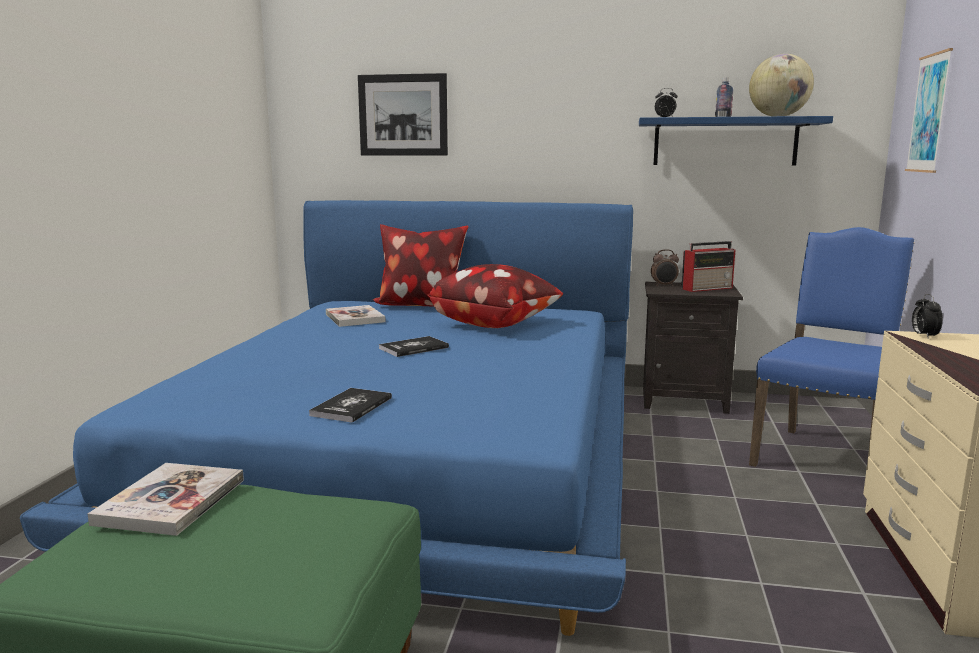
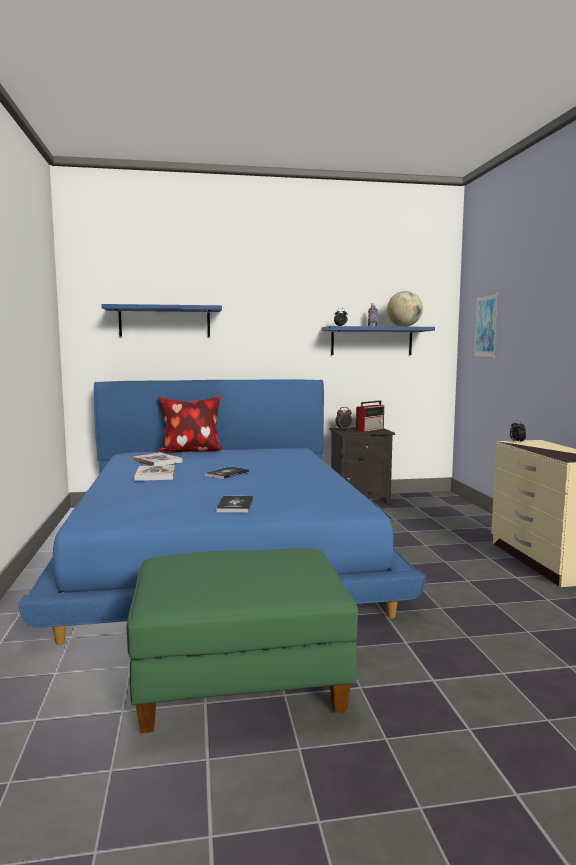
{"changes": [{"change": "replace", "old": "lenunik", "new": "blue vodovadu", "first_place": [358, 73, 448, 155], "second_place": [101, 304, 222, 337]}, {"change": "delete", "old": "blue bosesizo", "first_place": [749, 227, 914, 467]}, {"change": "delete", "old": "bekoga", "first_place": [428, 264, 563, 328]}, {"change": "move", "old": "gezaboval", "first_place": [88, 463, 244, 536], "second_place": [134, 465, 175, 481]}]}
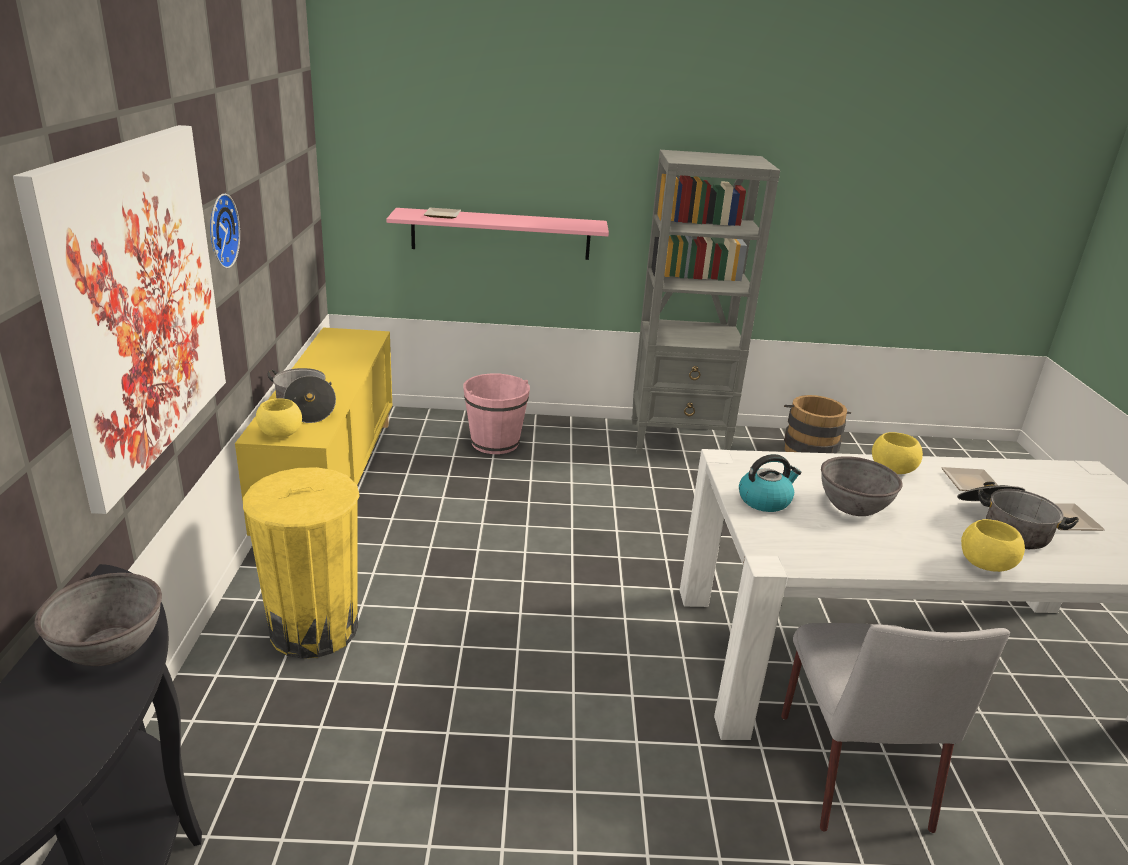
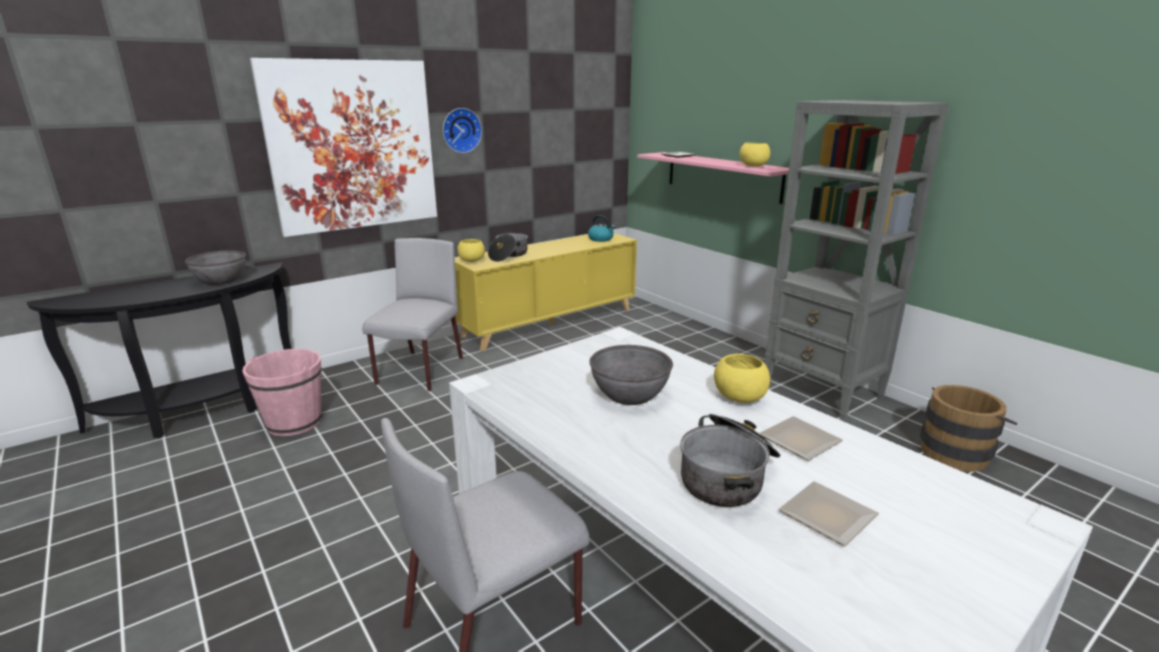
{"changes": [{"change": "move", "old": "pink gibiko", "first_place": [463, 373, 530, 454], "second_place": [243, 349, 322, 436]}, {"change": "move", "old": "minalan", "first_place": [739, 454, 801, 512], "second_place": [588, 215, 615, 242]}, {"change": "replace", "old": "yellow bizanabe", "new": "grey bosesizo", "first_place": [243, 467, 359, 659], "second_place": [362, 238, 463, 391]}, {"change": "move", "old": "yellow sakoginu", "first_place": [961, 519, 1025, 572], "second_place": [740, 143, 770, 167]}]}
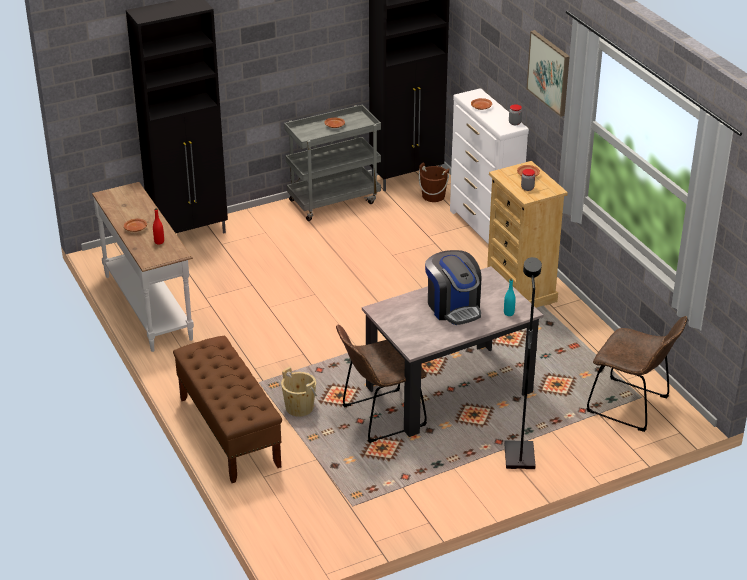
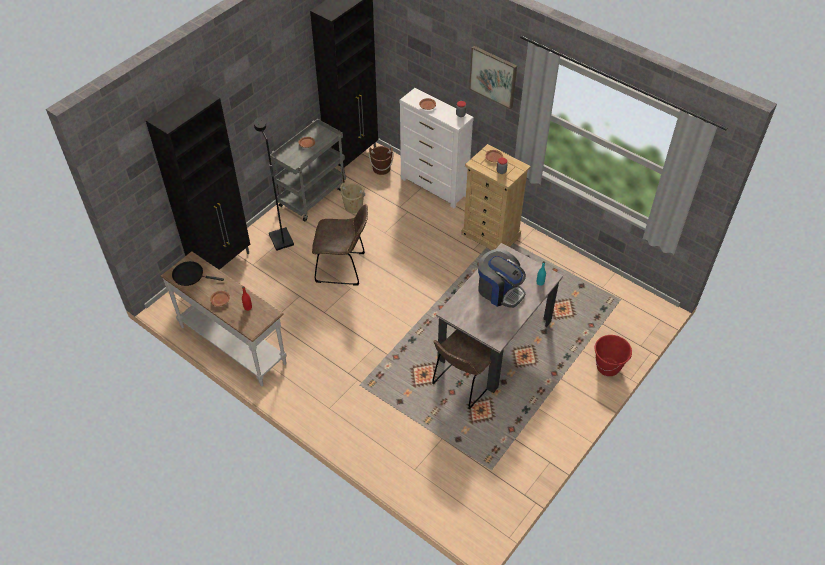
{"changes": [{"change": "move", "old": "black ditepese", "first_place": [504, 257, 542, 469], "second_place": [254, 117, 294, 251]}, {"change": "move", "old": "brown bosesizo", "first_place": [587, 316, 688, 432], "second_place": [312, 204, 368, 286]}, {"change": "delete", "old": "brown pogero", "first_place": [173, 336, 282, 483]}, {"change": "move", "old": "beige gibiko", "first_place": [281, 367, 317, 417], "second_place": [340, 183, 365, 213]}, {"change": "insert", "new": "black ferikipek", "second_place": [172, 261, 224, 286]}, {"change": "insert", "new": "red gibiko", "second_place": [595, 335, 632, 376]}]}
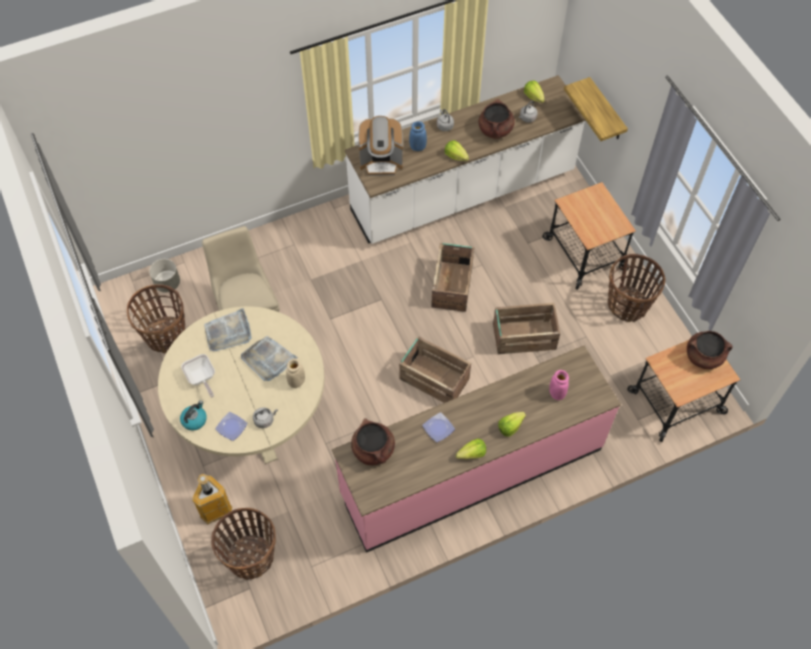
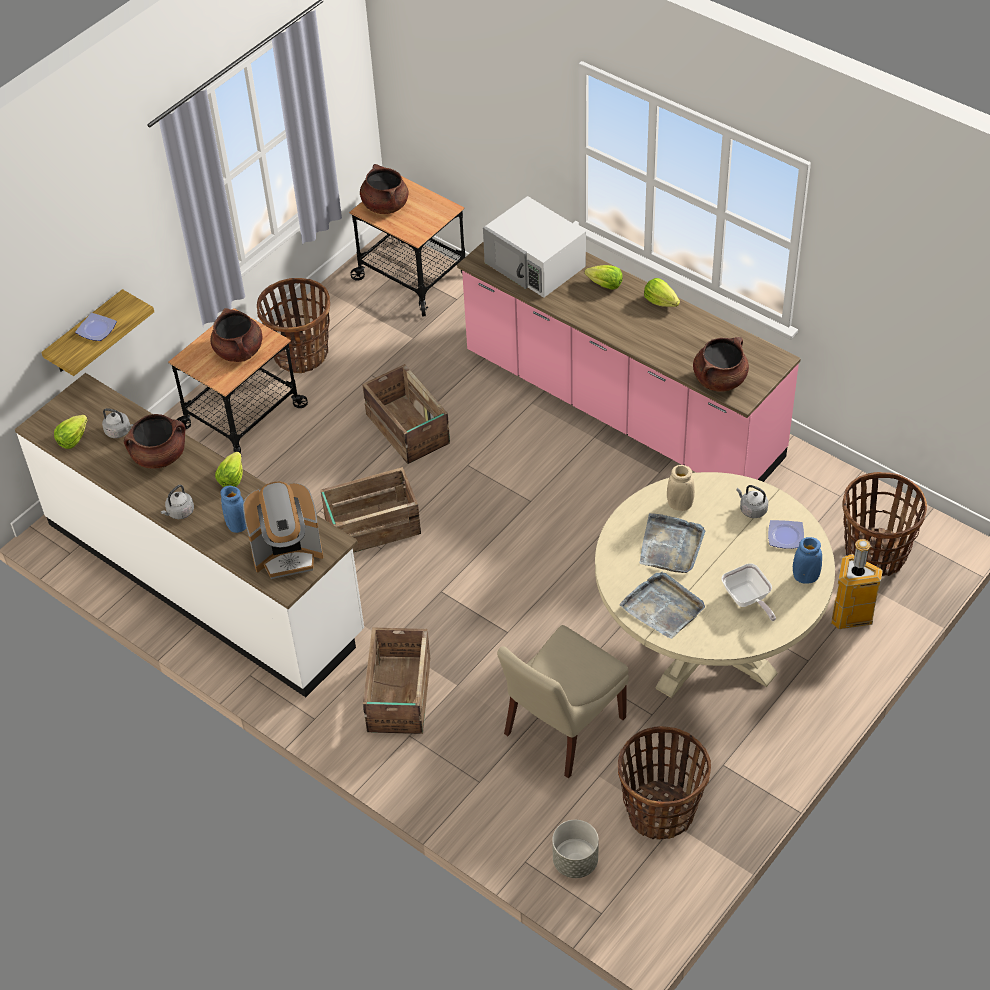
{"changes": [{"change": "rotate", "old": "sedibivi", "first_place": [358, 116, 403, 176], "second_place": [243, 481, 323, 579], "degrees": 105}, {"change": "move", "old": "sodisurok", "first_place": [399, 336, 471, 403], "second_place": [363, 627, 430, 734]}, {"change": "rotate", "old": "ferikipek", "first_place": [181, 354, 215, 397], "second_place": [721, 563, 776, 621], "degrees": 120}, {"change": "replace", "old": "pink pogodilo", "new": "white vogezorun", "first_place": [549, 370, 569, 400], "second_place": [483, 196, 586, 298]}, {"change": "replace", "old": "minalan", "new": "blue pogodilo", "first_place": [180, 401, 207, 431], "second_place": [793, 537, 822, 584]}, {"change": "move", "old": "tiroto", "first_place": [422, 412, 455, 442], "second_place": [75, 313, 117, 341]}, {"change": "insert", "new": "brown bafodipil", "second_place": [211, 308, 262, 362]}]}
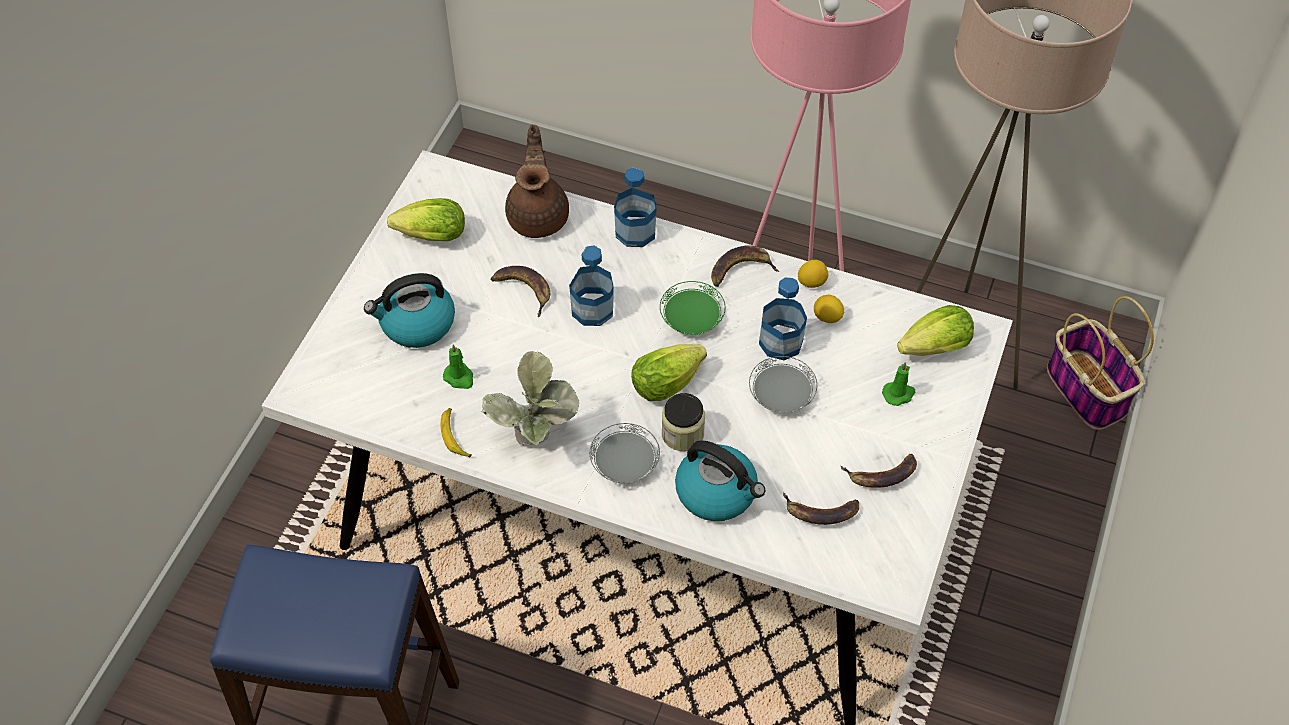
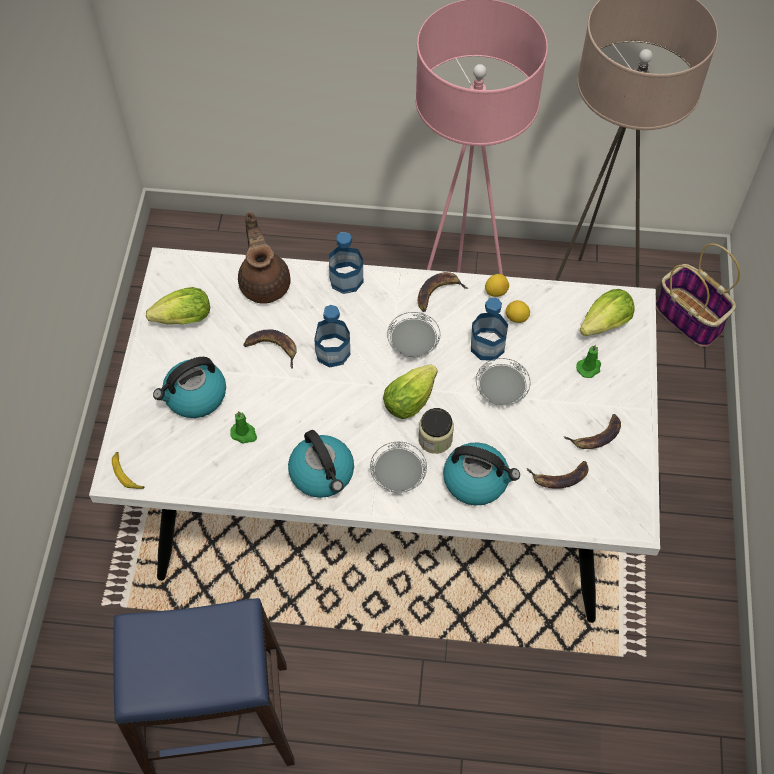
{"changes": [{"change": "recolor", "old": "green tiroto", "new": "grey tiroto", "first_place": [660, 281, 725, 335], "second_place": [387, 312, 440, 357]}, {"change": "replace", "old": "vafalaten", "new": "minalan", "first_place": [481, 351, 579, 445], "second_place": [288, 430, 354, 498]}, {"change": "move", "old": "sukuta", "first_place": [441, 408, 472, 457], "second_place": [112, 452, 144, 489]}]}
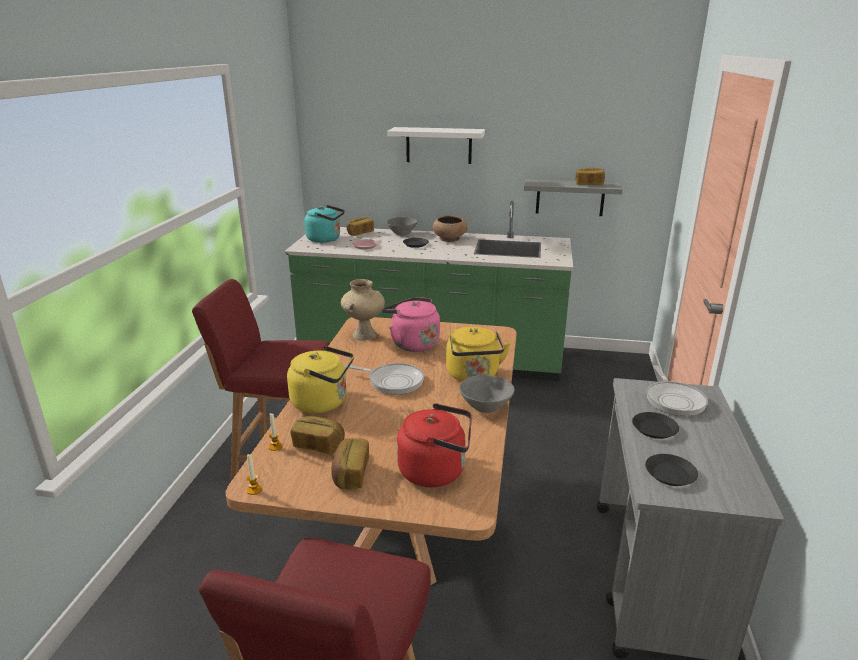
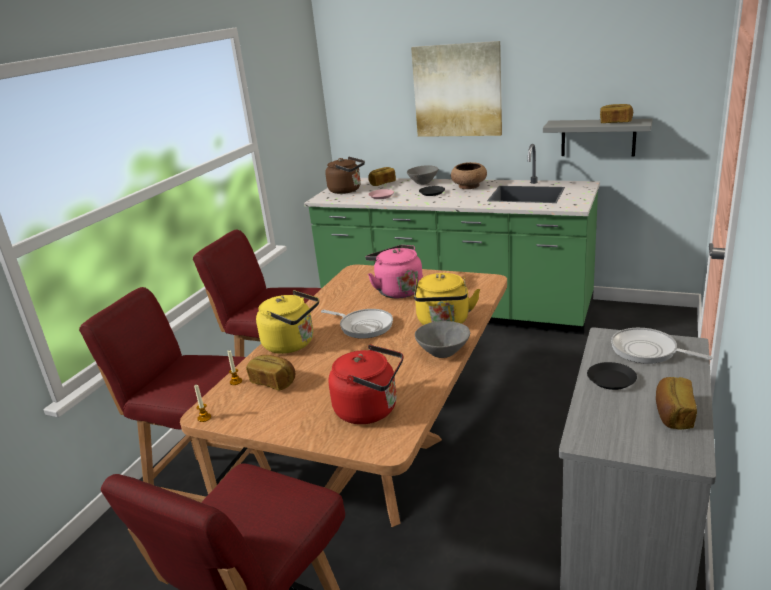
{"changes": [{"change": "replace", "old": "white vodovadu", "new": "lenunik", "first_place": [387, 127, 485, 164], "second_place": [411, 41, 502, 137]}, {"change": "recolor", "old": "turquoise minalan", "new": "brown minalan", "first_place": [304, 205, 345, 243], "second_place": [325, 156, 365, 194]}, {"change": "delete", "old": "beige pogodilo", "first_place": [341, 279, 385, 340]}, {"change": "rotate", "old": "ferikipek", "first_place": [647, 365, 708, 416], "second_place": [611, 328, 713, 364], "degrees": 120}, {"change": "move", "old": "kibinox", "first_place": [331, 438, 369, 490], "second_place": [656, 377, 697, 430]}, {"change": "delete", "old": "black tiroto", "first_place": [645, 454, 698, 486]}, {"change": "insert", "new": "red bosesizo", "second_place": [79, 287, 271, 502]}]}
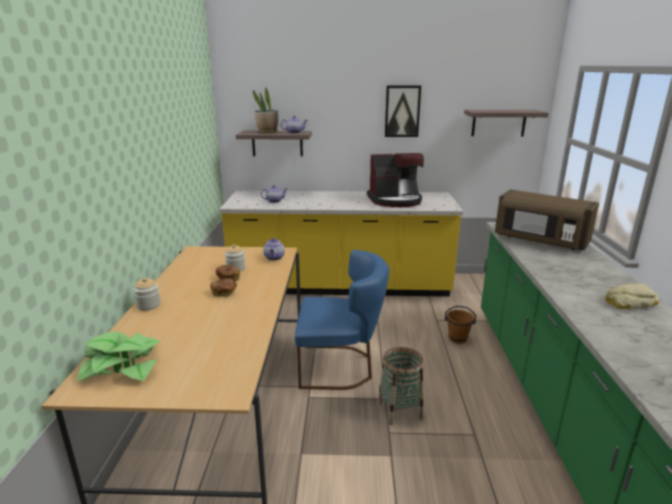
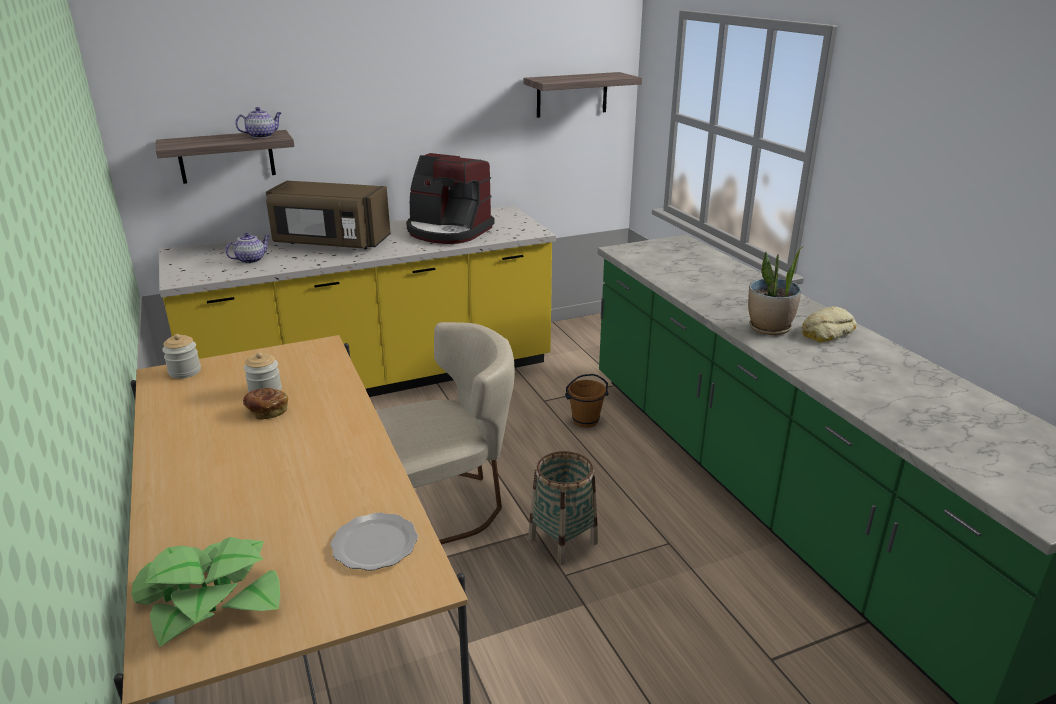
{"changes": [{"change": "delete", "old": "lenunik", "first_place": [385, 85, 421, 137]}, {"change": "move", "old": "vafalaten", "first_place": [253, 88, 278, 133], "second_place": [748, 246, 804, 335]}, {"change": "rotate", "old": "sedibivi", "first_place": [367, 153, 424, 207], "second_place": [406, 153, 495, 244], "degrees": 60}, {"change": "move", "old": "brown vogezorun", "first_place": [495, 189, 599, 250], "second_place": [266, 181, 391, 249]}, {"change": "delete", "old": "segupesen", "first_place": [263, 238, 285, 261]}, {"change": "recolor", "old": "blue bosesizo", "new": "beige bosesizo", "first_place": [295, 250, 389, 390], "second_place": [376, 322, 515, 545]}, {"change": "move", "old": "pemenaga", "first_place": [134, 278, 161, 311], "second_place": [162, 334, 201, 379]}, {"change": "delete", "old": "kibinox", "first_place": [210, 279, 237, 297]}, {"change": "insert", "new": "tiroto", "second_place": [330, 513, 418, 571]}]}
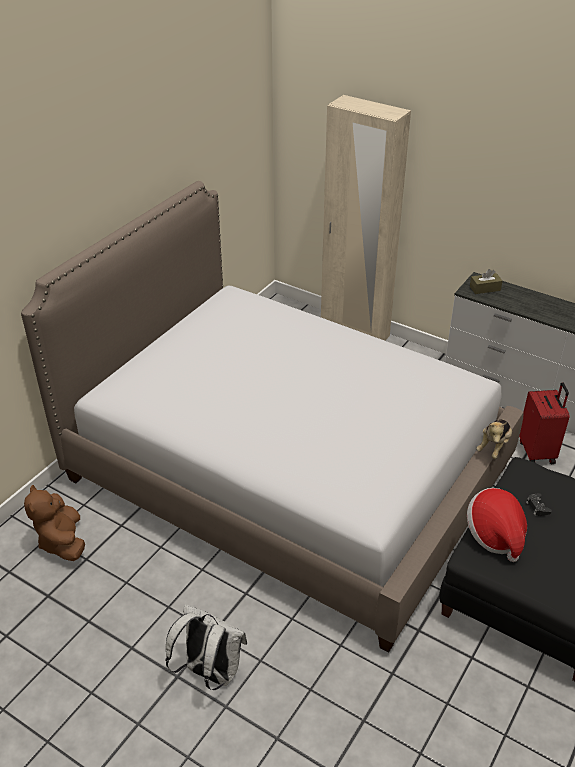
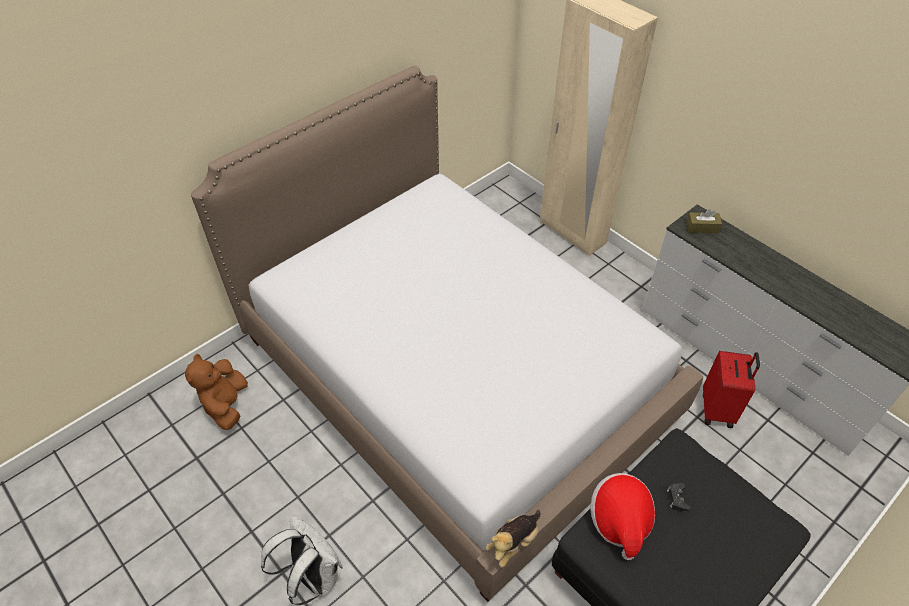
{"changes": [{"change": "move", "old": "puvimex", "first_place": [476, 419, 512, 459], "second_place": [486, 510, 541, 568]}]}
